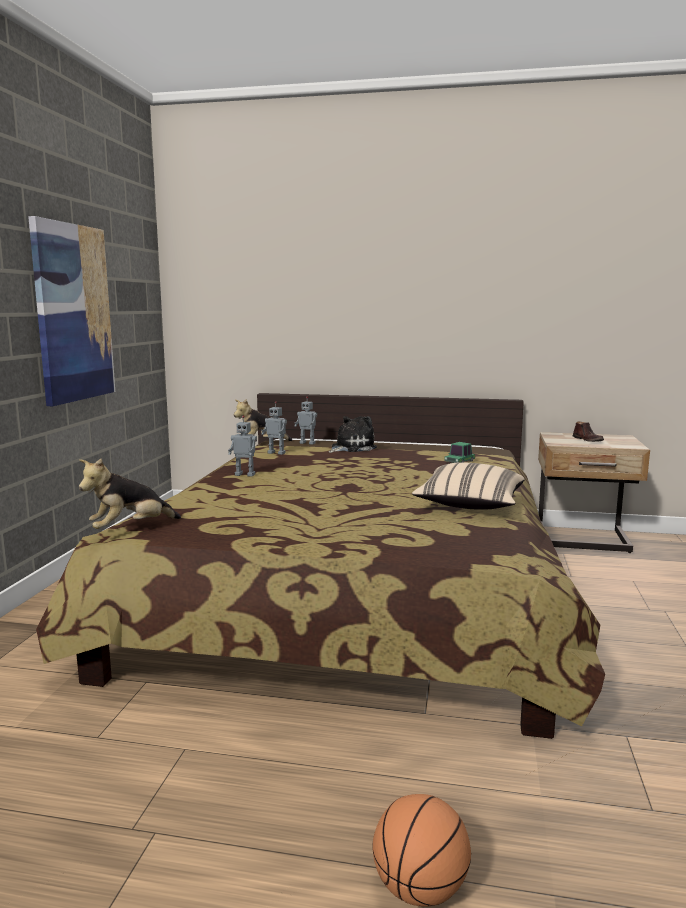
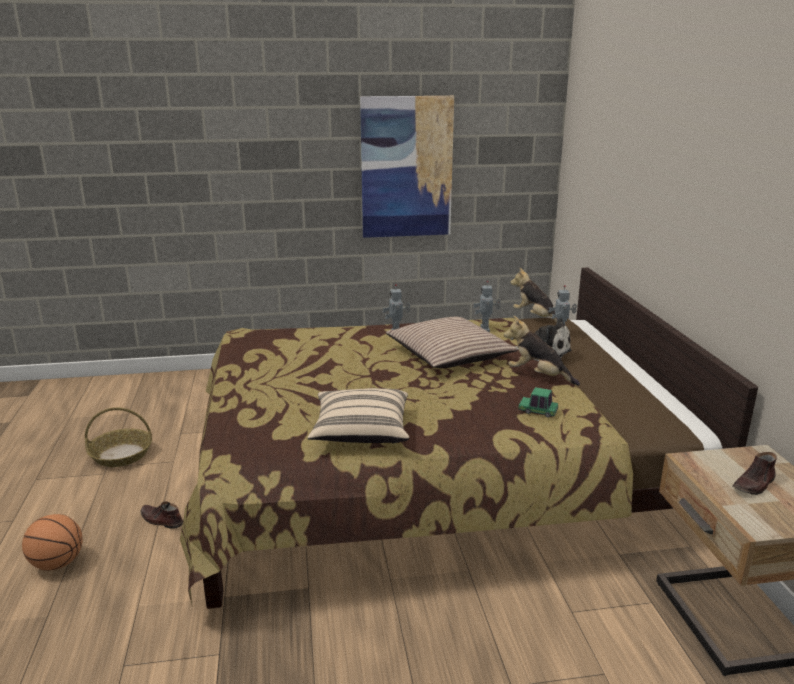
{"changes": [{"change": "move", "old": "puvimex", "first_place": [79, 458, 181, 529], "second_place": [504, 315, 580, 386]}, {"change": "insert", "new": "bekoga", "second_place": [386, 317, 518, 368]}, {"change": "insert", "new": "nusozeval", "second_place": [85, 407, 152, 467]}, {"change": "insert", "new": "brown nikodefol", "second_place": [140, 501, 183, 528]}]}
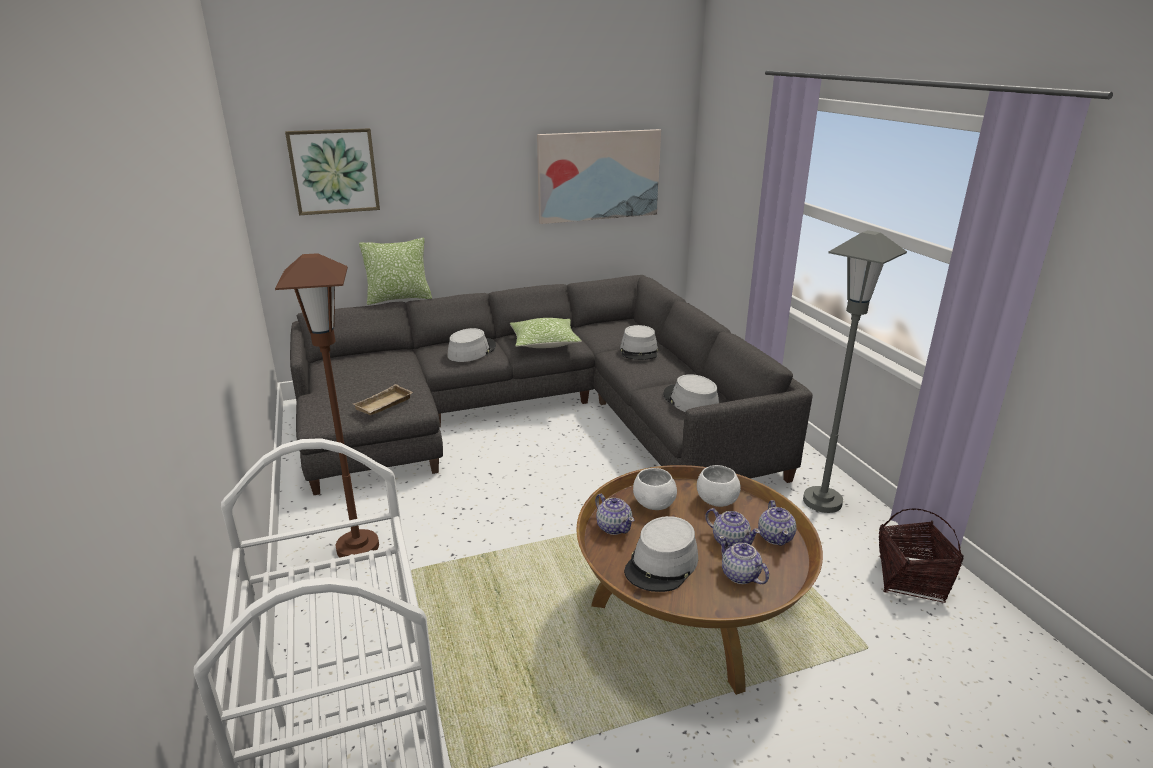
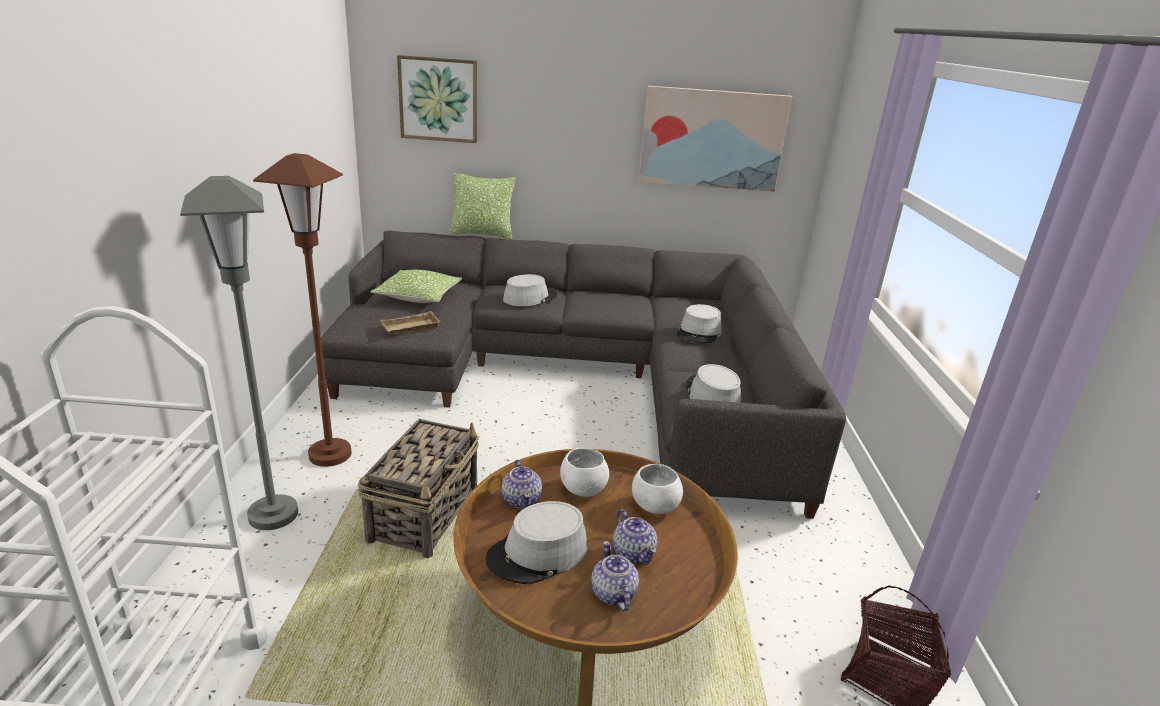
{"changes": [{"change": "move", "old": "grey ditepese", "first_place": [803, 230, 907, 513], "second_place": [180, 176, 298, 530]}, {"change": "move", "old": "bekoga", "first_place": [510, 318, 582, 348], "second_place": [371, 270, 462, 303]}, {"change": "delete", "old": "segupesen", "first_place": [758, 500, 796, 546]}, {"change": "insert", "new": "nusozeval", "second_place": [358, 419, 479, 558]}]}
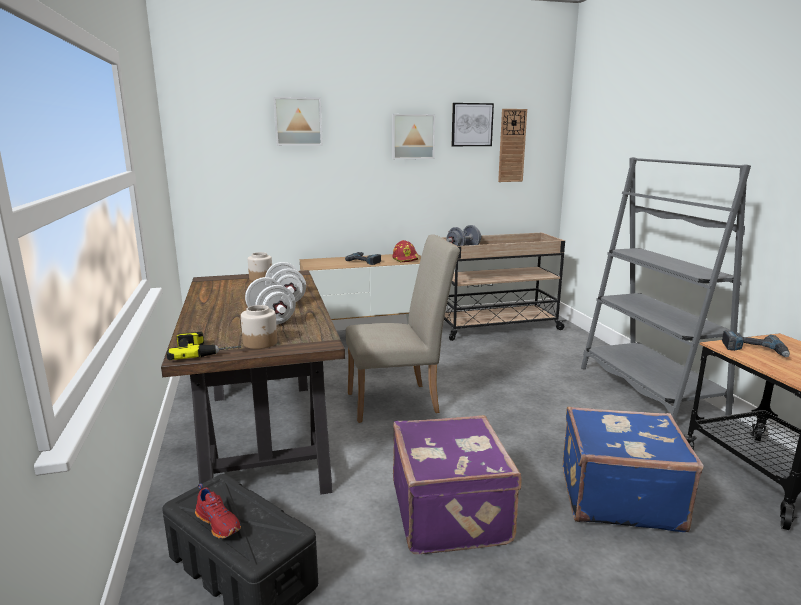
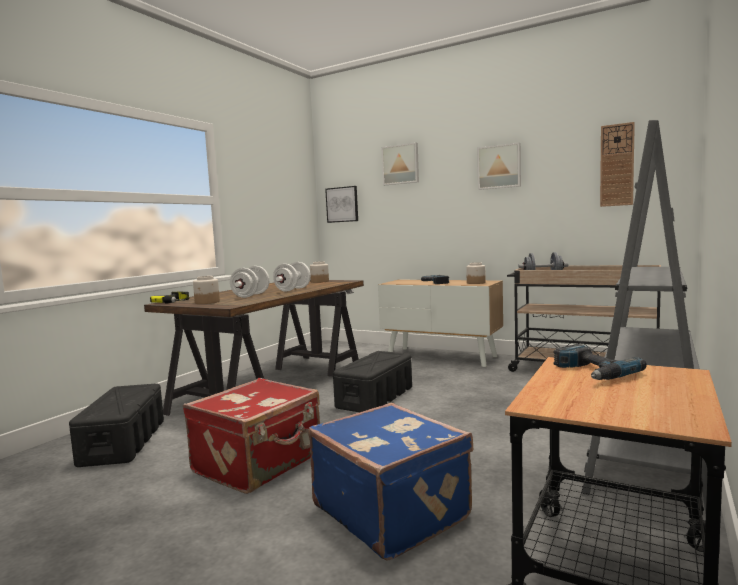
{"changes": [{"change": "move", "old": "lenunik", "first_place": [452, 103, 494, 146], "second_place": [325, 186, 358, 223]}, {"change": "replace", "old": "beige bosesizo", "new": "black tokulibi", "first_place": [346, 234, 460, 423], "second_place": [333, 351, 412, 412]}, {"change": "replace", "old": "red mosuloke", "new": "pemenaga", "first_place": [393, 240, 419, 262], "second_place": [466, 262, 486, 284]}, {"change": "recolor", "old": "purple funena", "new": "red funena", "first_place": [393, 415, 522, 554], "second_place": [183, 378, 320, 494]}, {"change": "delete", "old": "red nikodefol", "first_place": [195, 484, 241, 539]}]}
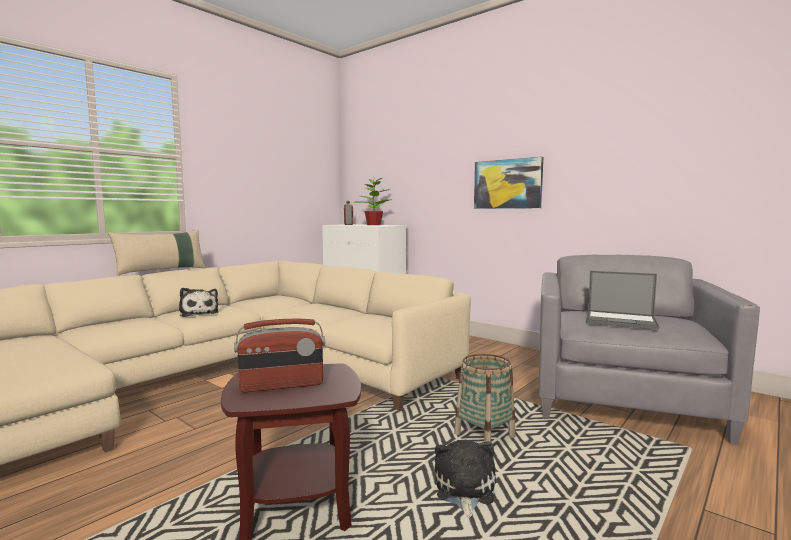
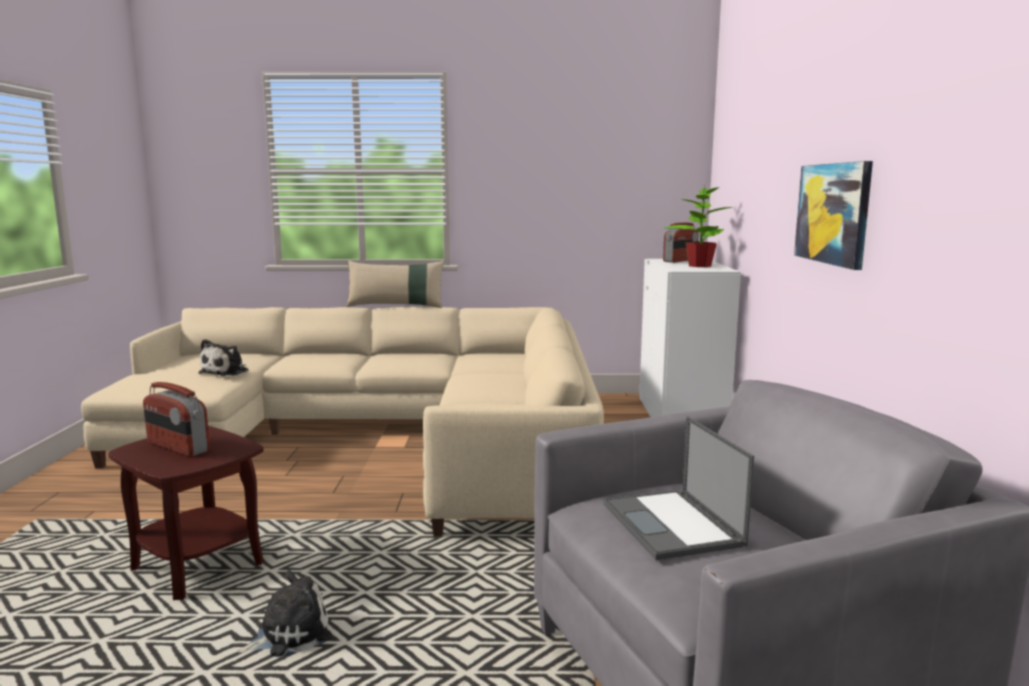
{"changes": [{"change": "move", "old": "puvimex", "first_place": [179, 288, 218, 317], "second_place": [198, 339, 249, 376]}, {"change": "delete", "old": "nusozeval", "first_place": [454, 354, 515, 442]}]}
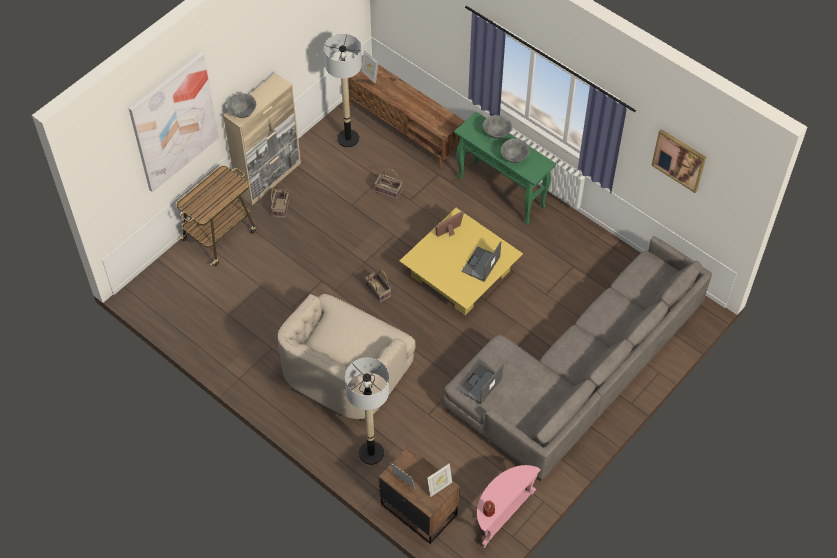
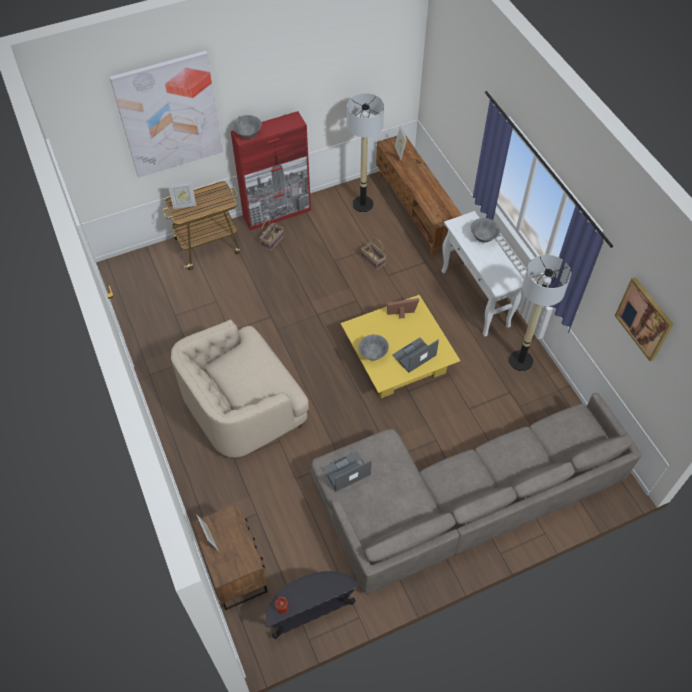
{"changes": [{"change": "recolor", "old": "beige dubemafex", "new": "red dubemafex", "first_place": [223, 73, 301, 205], "second_place": [231, 111, 311, 231]}, {"change": "recolor", "old": "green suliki", "new": "white suliki", "first_place": [454, 112, 556, 225], "second_place": [441, 211, 524, 337]}, {"change": "move", "old": "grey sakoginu", "first_place": [501, 139, 530, 163], "second_place": [358, 334, 389, 361]}, {"change": "delete", "old": "nusozeval", "first_place": [365, 269, 391, 303]}, {"change": "move", "old": "ditepese", "first_place": [345, 358, 389, 465], "second_place": [509, 255, 571, 371]}, {"change": "move", "old": "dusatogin", "first_place": [427, 463, 452, 497], "second_place": [168, 182, 196, 209]}, {"change": "recolor", "old": "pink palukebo", "new": "black palukebo", "first_place": [477, 465, 541, 548], "second_place": [265, 571, 359, 639]}]}
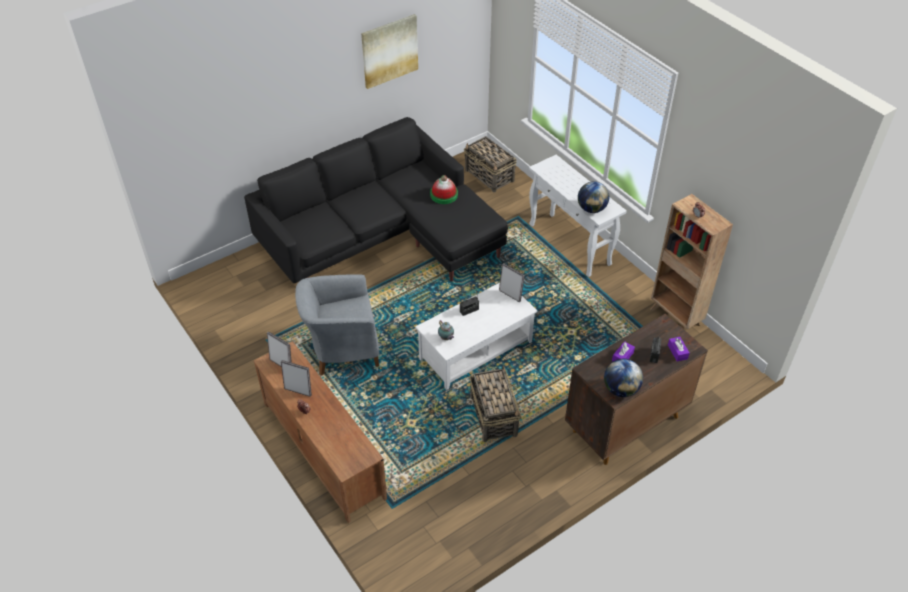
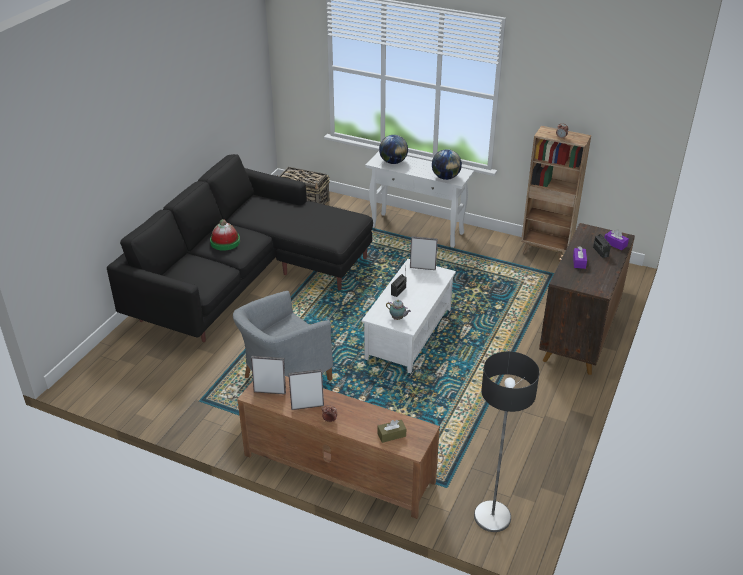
{"changes": [{"change": "delete", "old": "lenunik", "first_place": [361, 14, 418, 89]}, {"change": "move", "old": "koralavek", "first_place": [430, 175, 458, 204], "second_place": [210, 219, 240, 251]}, {"change": "move", "old": "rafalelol", "first_place": [604, 359, 643, 397], "second_place": [379, 135, 408, 164]}, {"change": "delete", "old": "nusozeval", "first_place": [470, 365, 522, 442]}, {"change": "insert", "new": "ditepese", "second_place": [474, 351, 540, 532]}, {"change": "insert", "new": "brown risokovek", "second_place": [377, 420, 406, 443]}]}
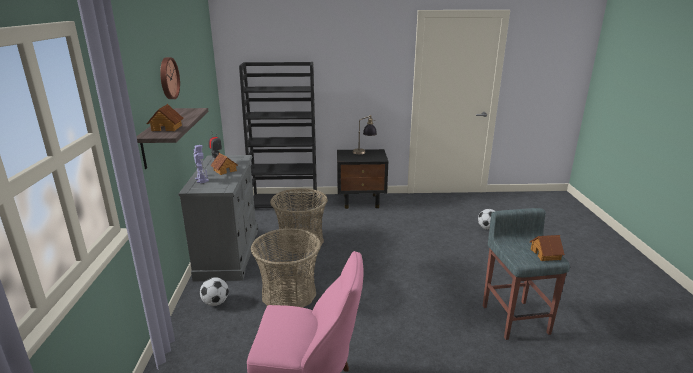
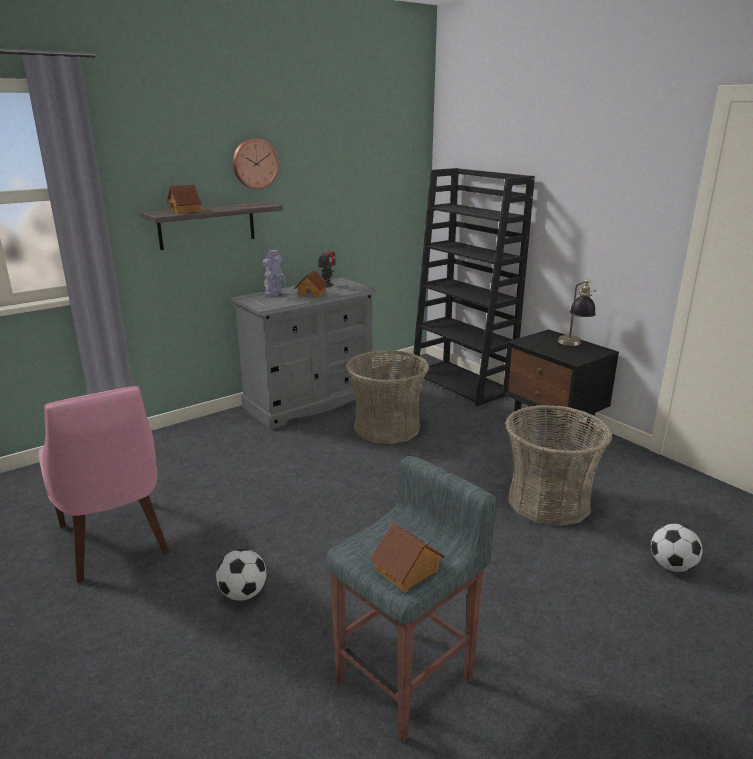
{"changes": [{"change": "move", "old": "nusozeval", "first_place": [251, 228, 321, 308], "second_place": [505, 405, 613, 526]}, {"change": "move", "old": "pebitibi", "first_place": [200, 277, 229, 306], "second_place": [216, 549, 267, 601]}]}
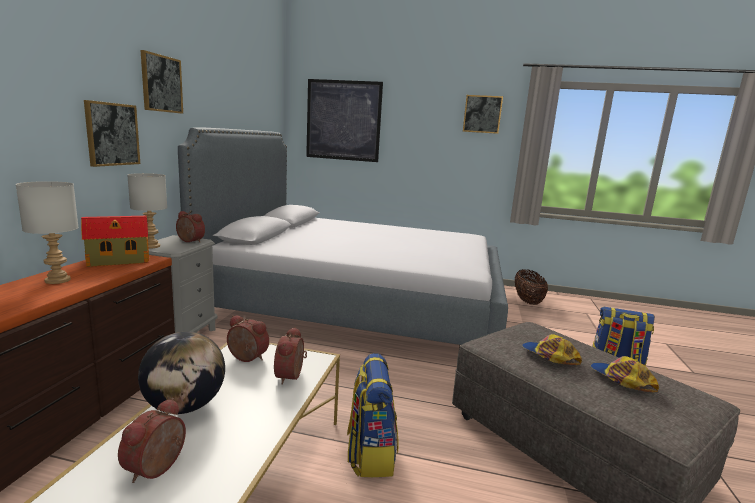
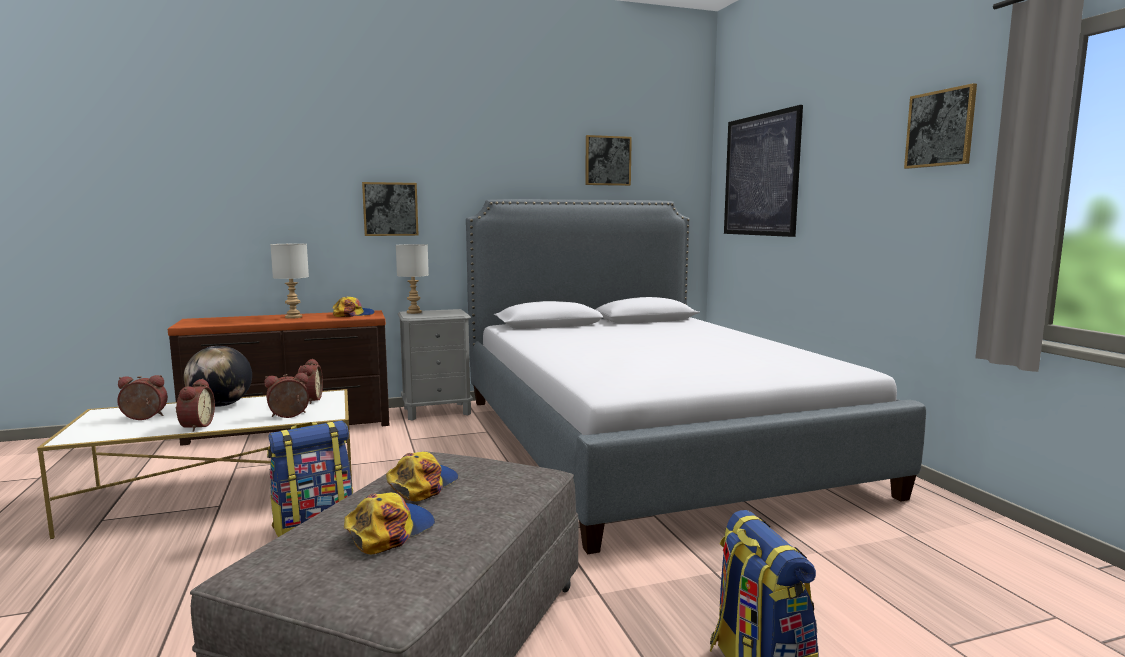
{"changes": [{"change": "move", "old": "lenunik", "first_place": [141, 50, 183, 114], "second_place": [585, 135, 632, 186]}, {"change": "move", "old": "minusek", "first_place": [176, 211, 205, 242], "second_place": [175, 378, 215, 432]}, {"change": "replace", "old": "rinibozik", "new": "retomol", "first_place": [81, 216, 149, 267], "second_place": [332, 297, 375, 317]}, {"change": "delete", "old": "nusozeval", "first_place": [515, 269, 548, 305]}]}
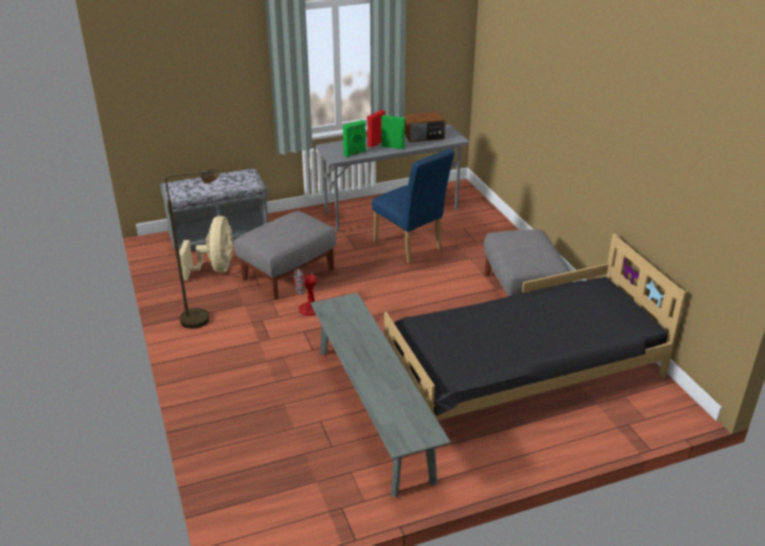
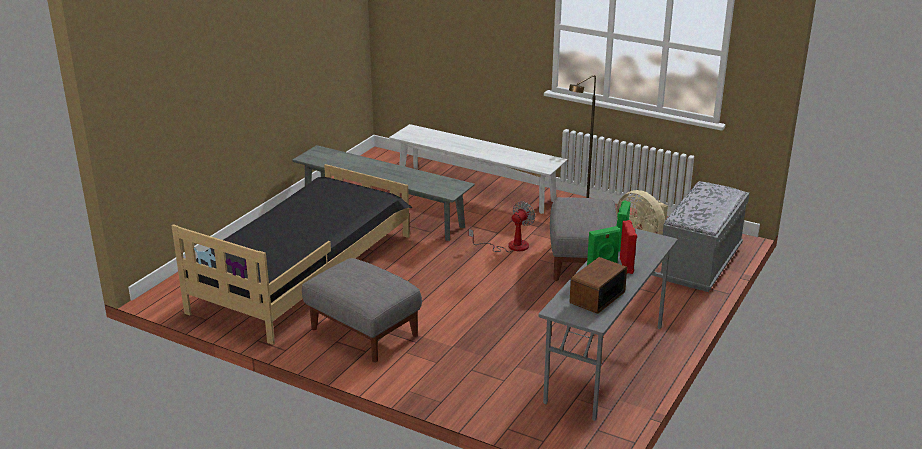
{"changes": [{"change": "delete", "old": "blue bosesizo", "first_place": [372, 148, 455, 264]}, {"change": "insert", "new": "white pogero", "second_place": [389, 124, 568, 214]}]}
